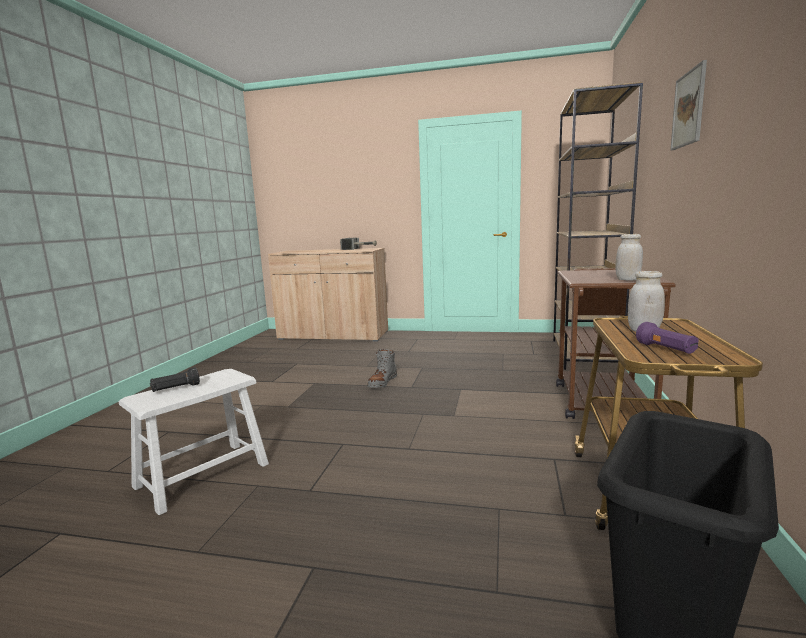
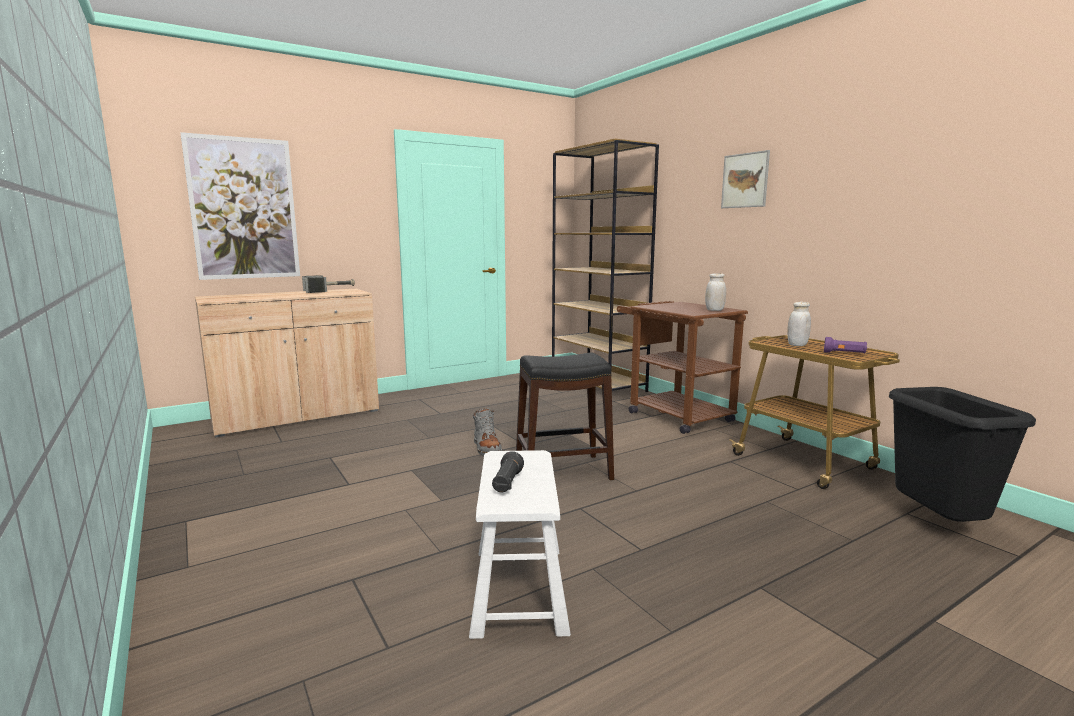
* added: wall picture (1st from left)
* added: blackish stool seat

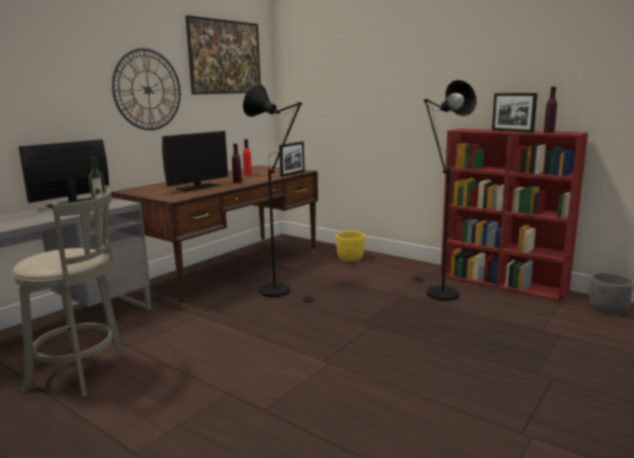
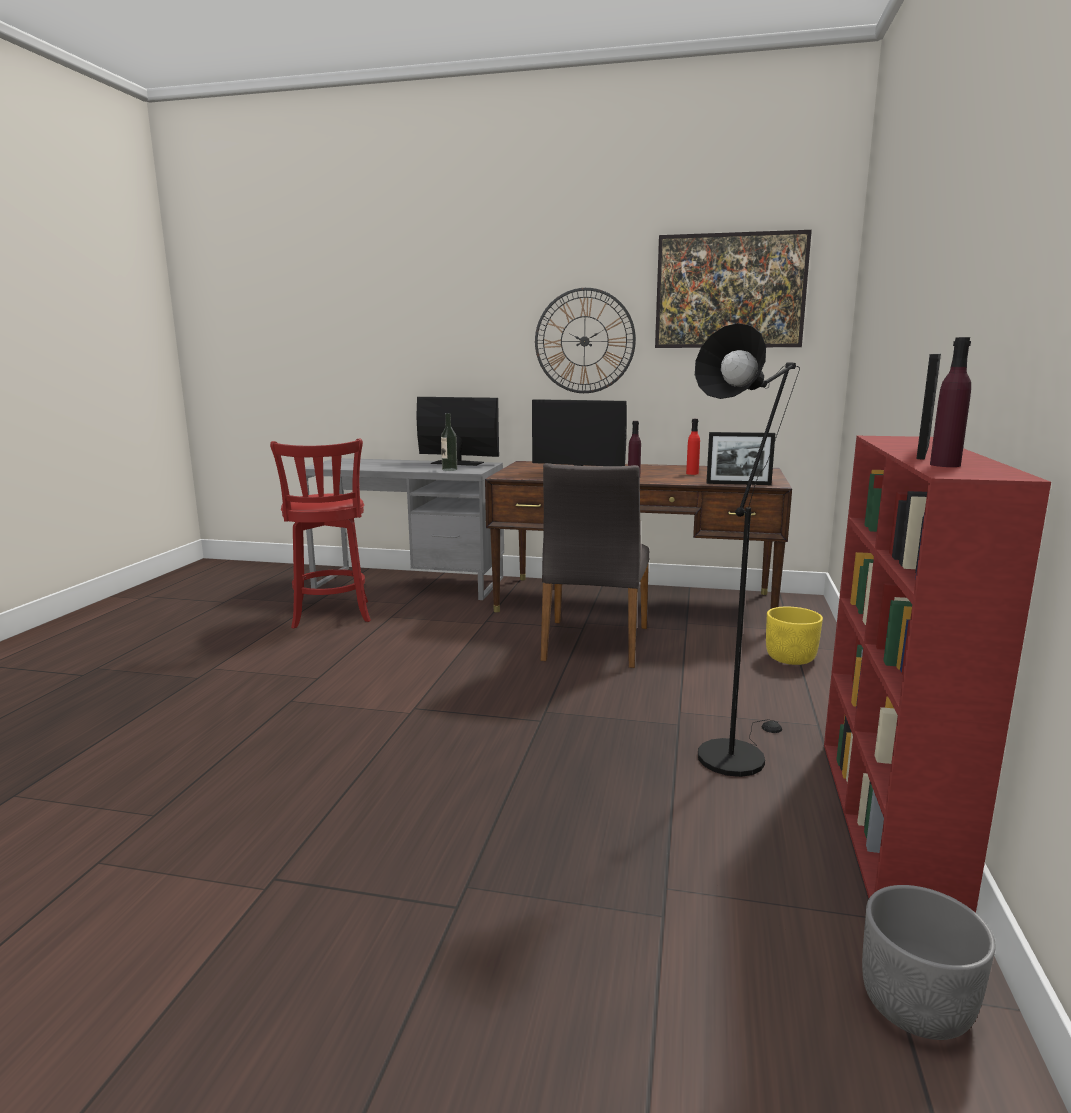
* replaced: blackish floor lamp (1st from left) to gray upright chair
* recoloured: gray stool seat to red-coloured stool seat

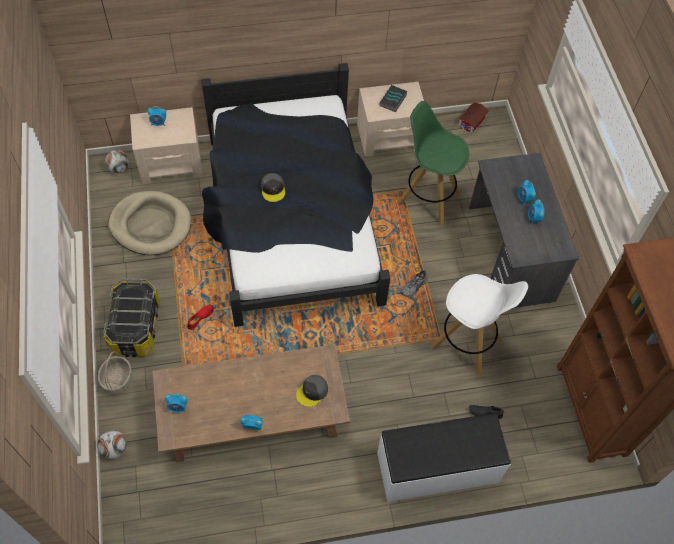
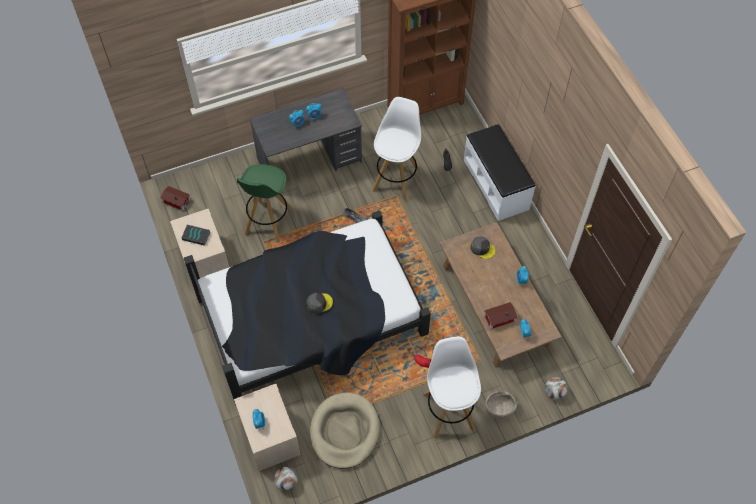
* added: model house (2nd from left)
* replaced: storage box to white stool seat (2nd from left)

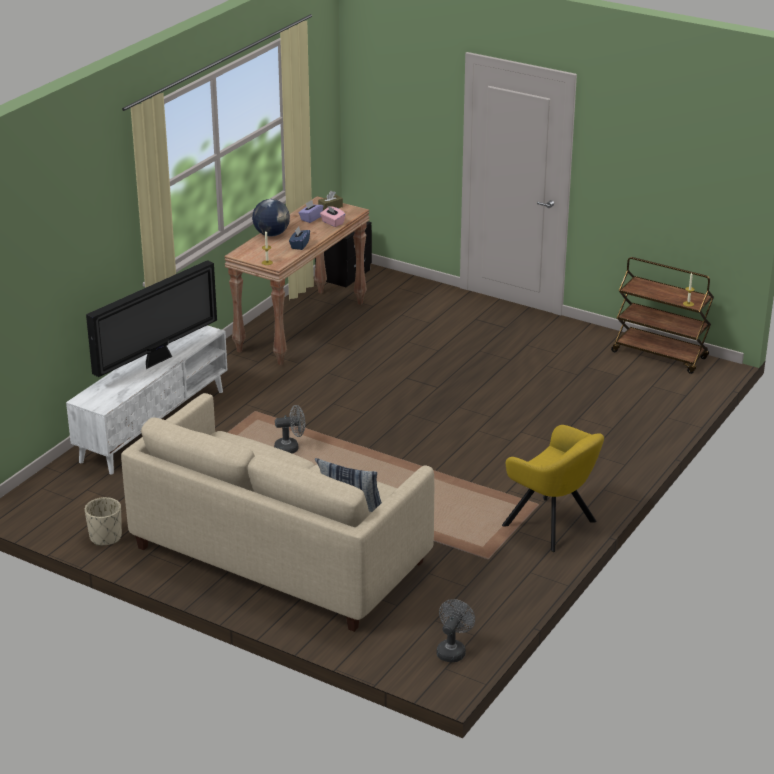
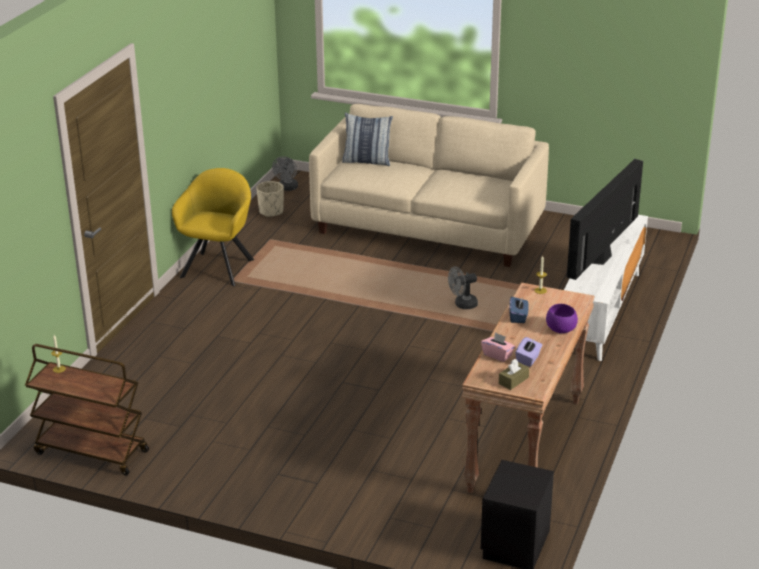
* moved: beige flower pot
* replaced: globe to purplish serving bowl
* turned: yellow-coloured armchair 75 degrees clockwise

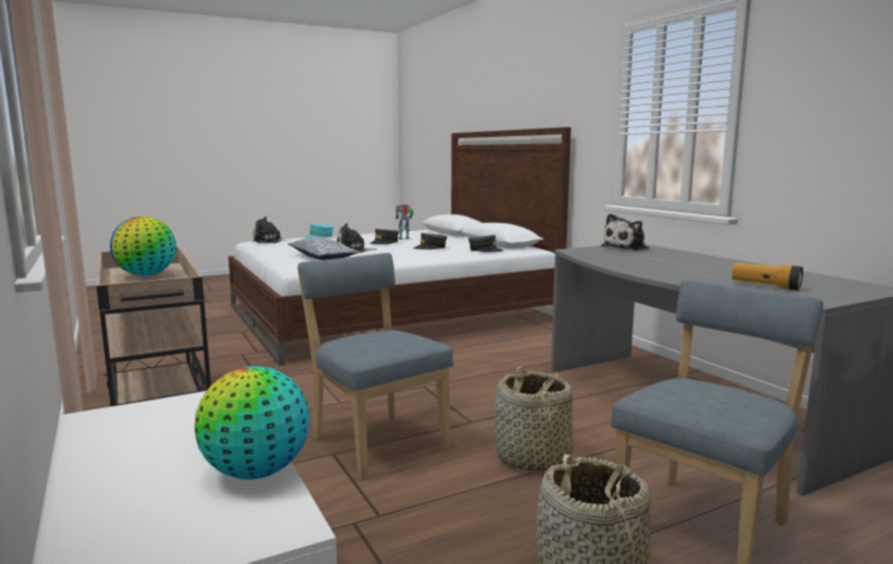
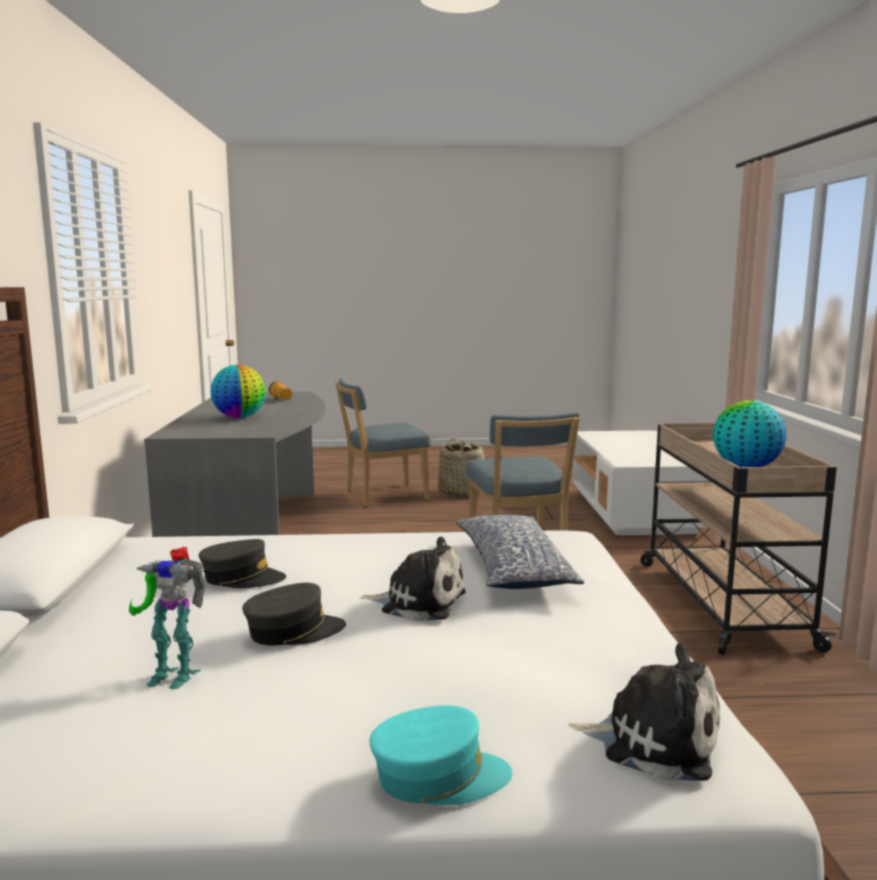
* removed: gray baseball cap (3rd from left)
* removed: household basket (1st from left)
* removed: soft toy (3rd from left)
* moved: globe (2nd from left in the first image) to globe (1st from left)

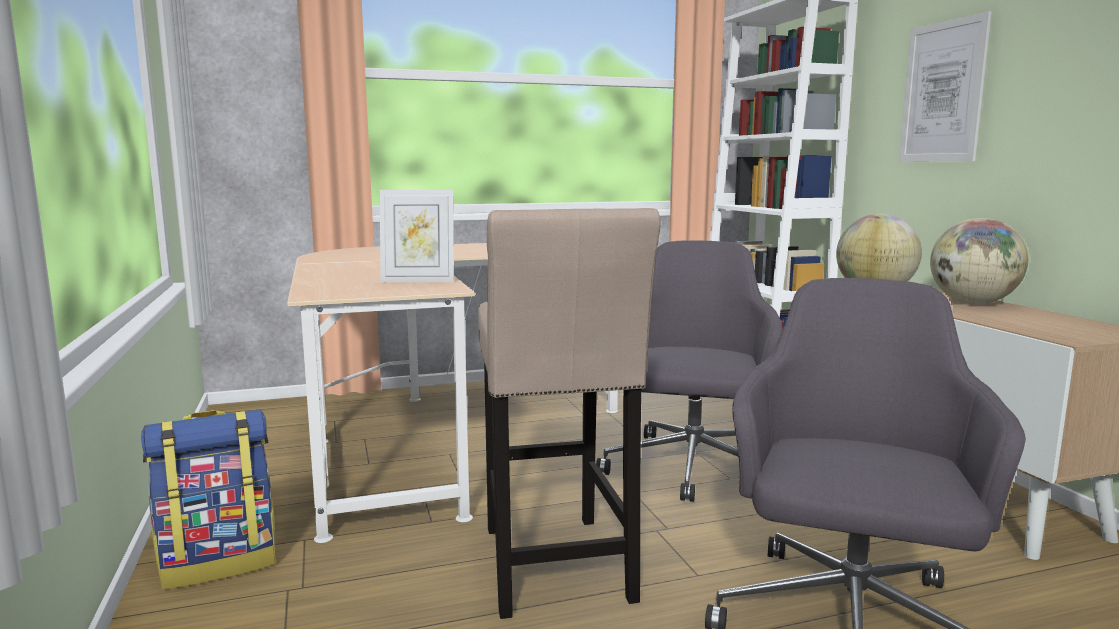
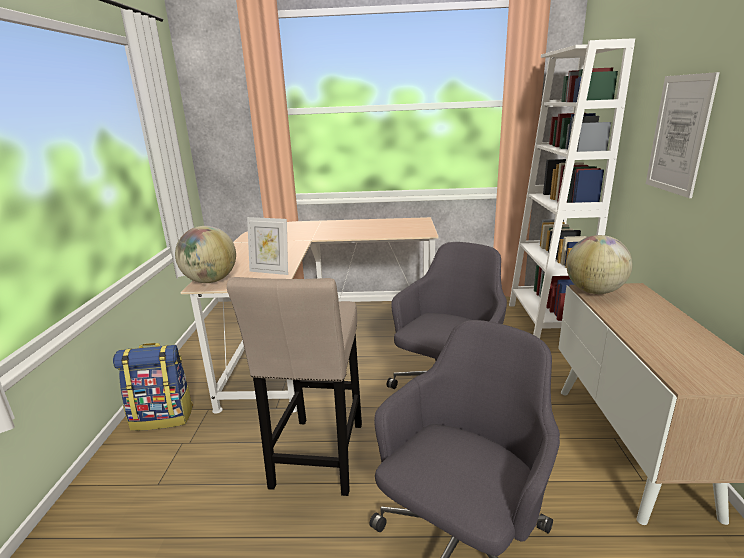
* moved: globe (2nd from left in the first image) to globe (1st from left)

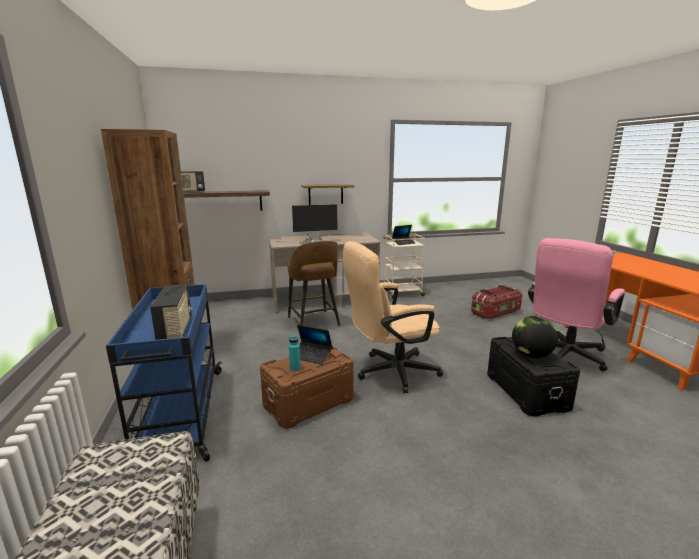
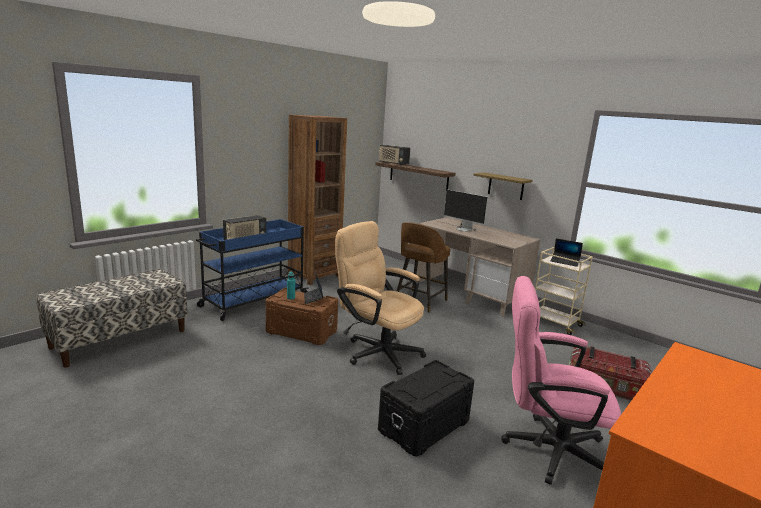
* removed: globe

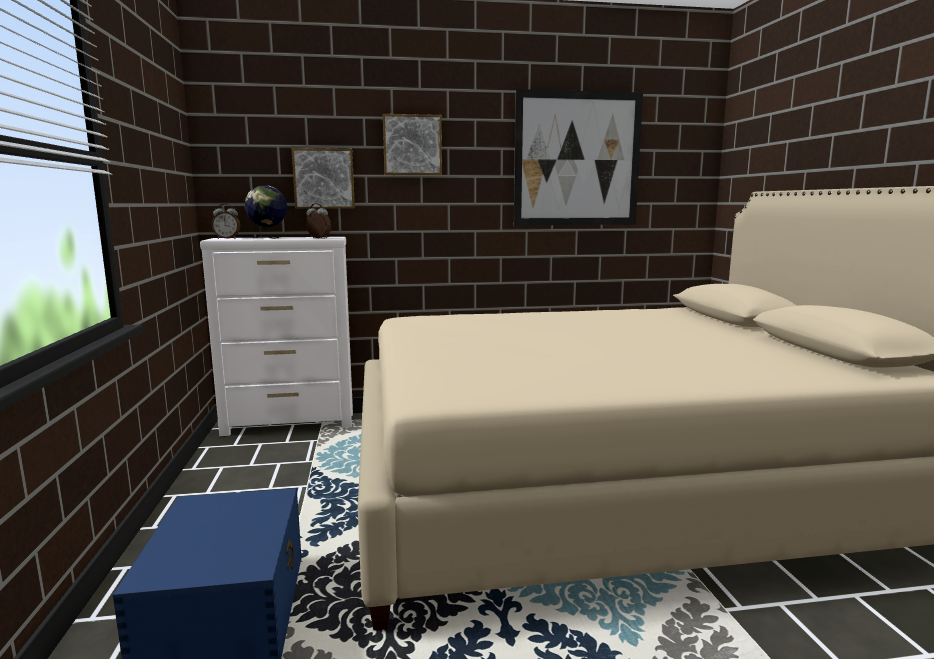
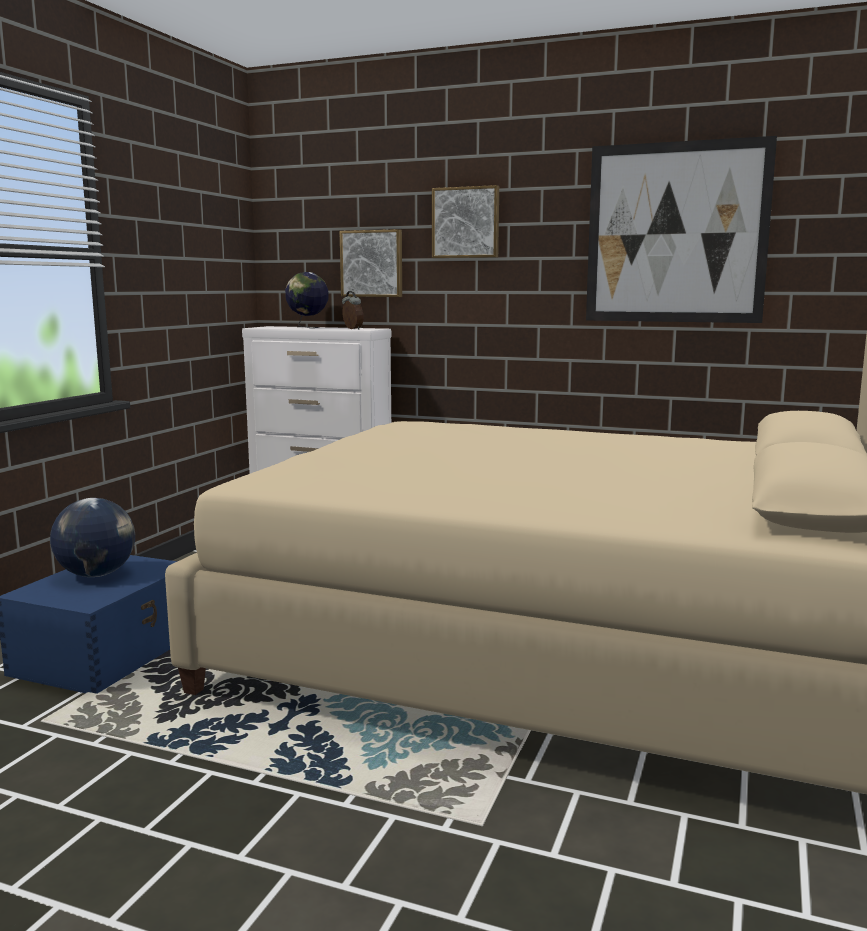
* removed: alarm clock (1st from left)
* added: globe (1st from left)

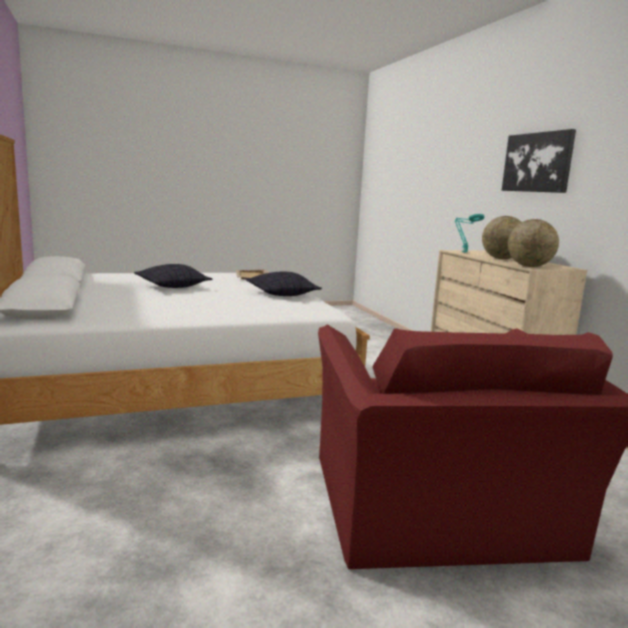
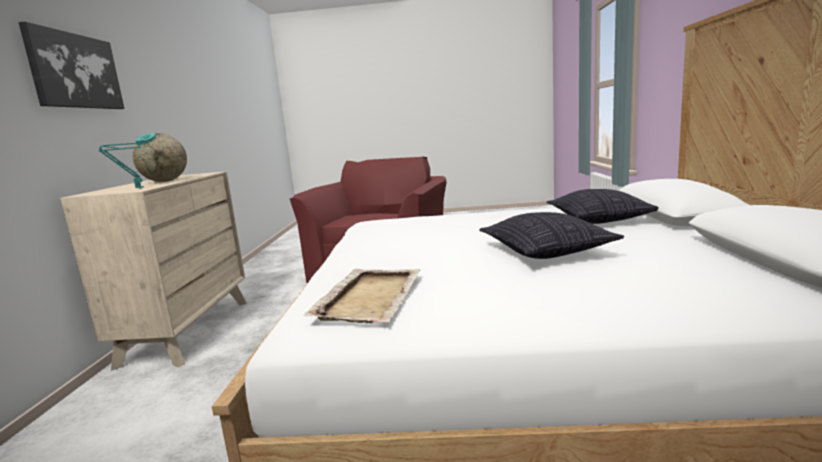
* removed: globe (2nd from left)
* moved: cushion (2nd from left)

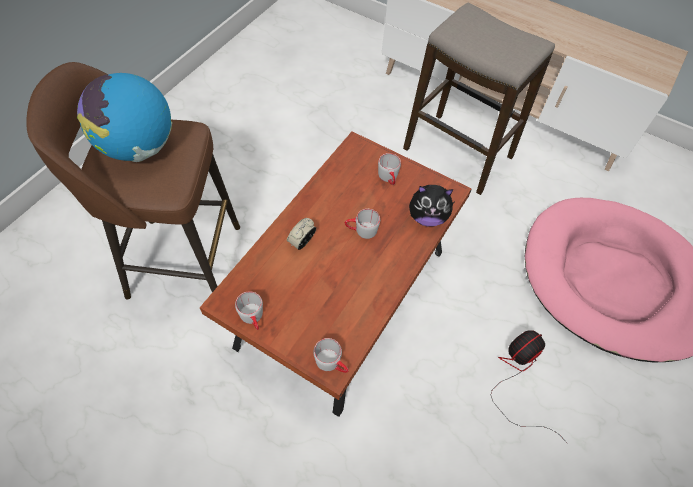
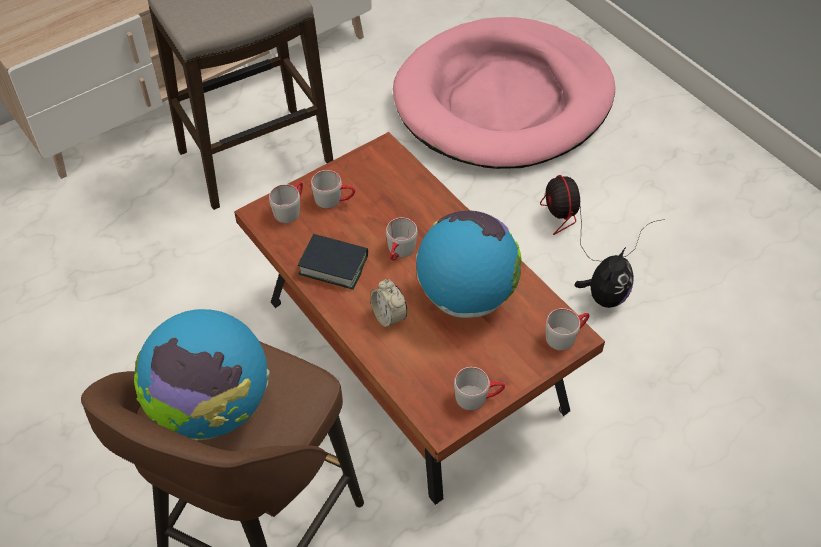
* added: gray tea mug (1st from left)
* added: book
* added: globe (2nd from left)
* moved: soft toy

